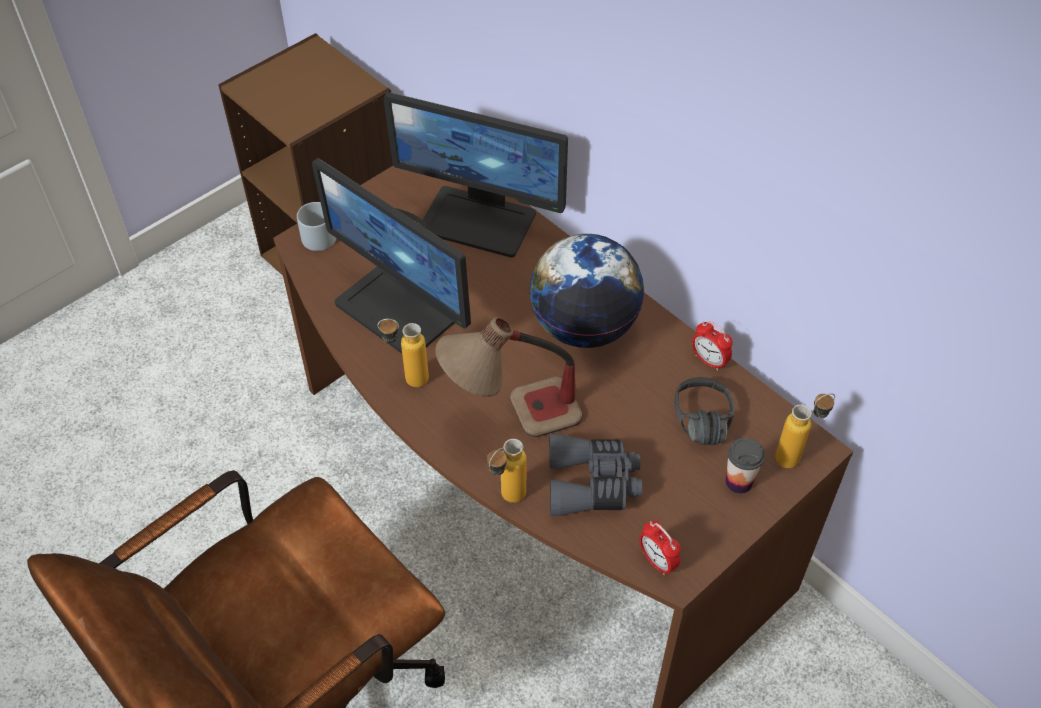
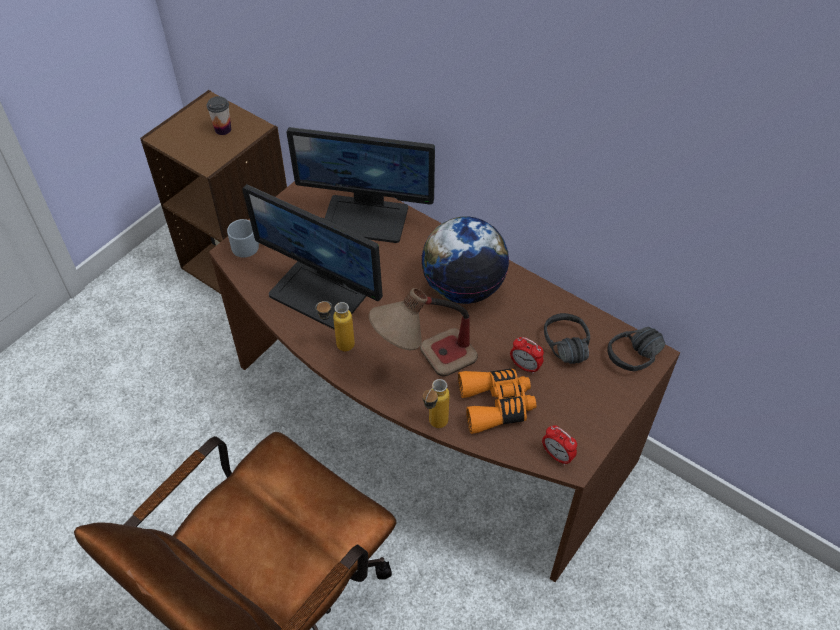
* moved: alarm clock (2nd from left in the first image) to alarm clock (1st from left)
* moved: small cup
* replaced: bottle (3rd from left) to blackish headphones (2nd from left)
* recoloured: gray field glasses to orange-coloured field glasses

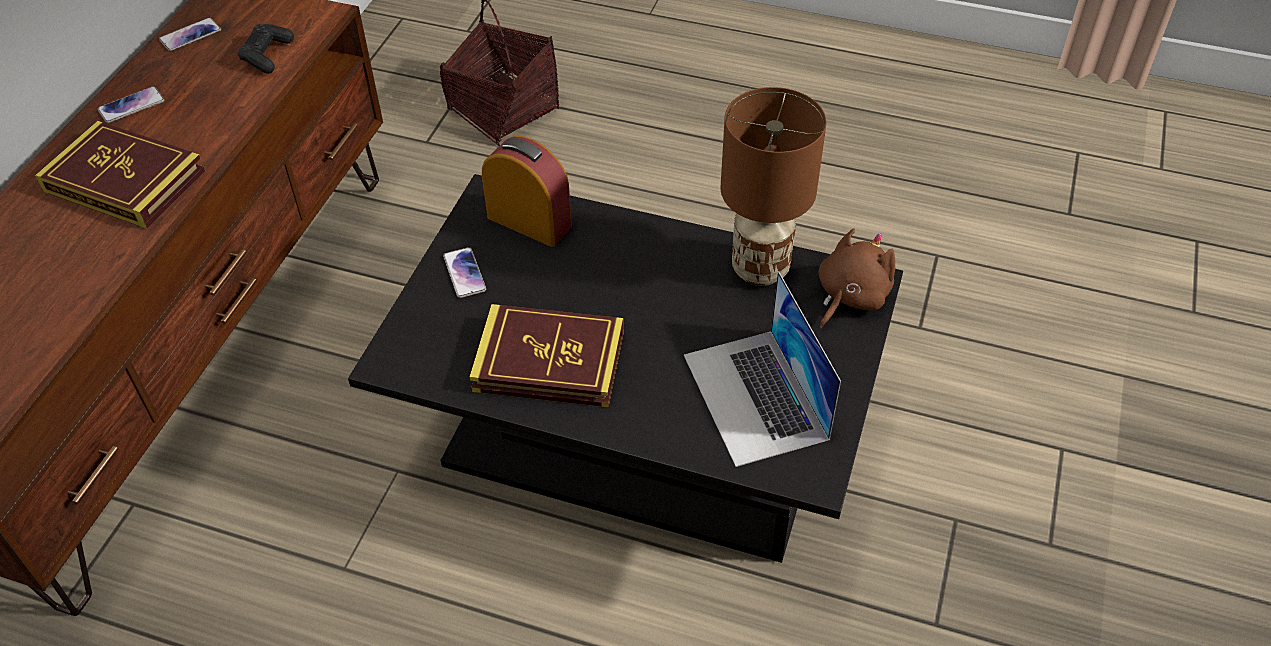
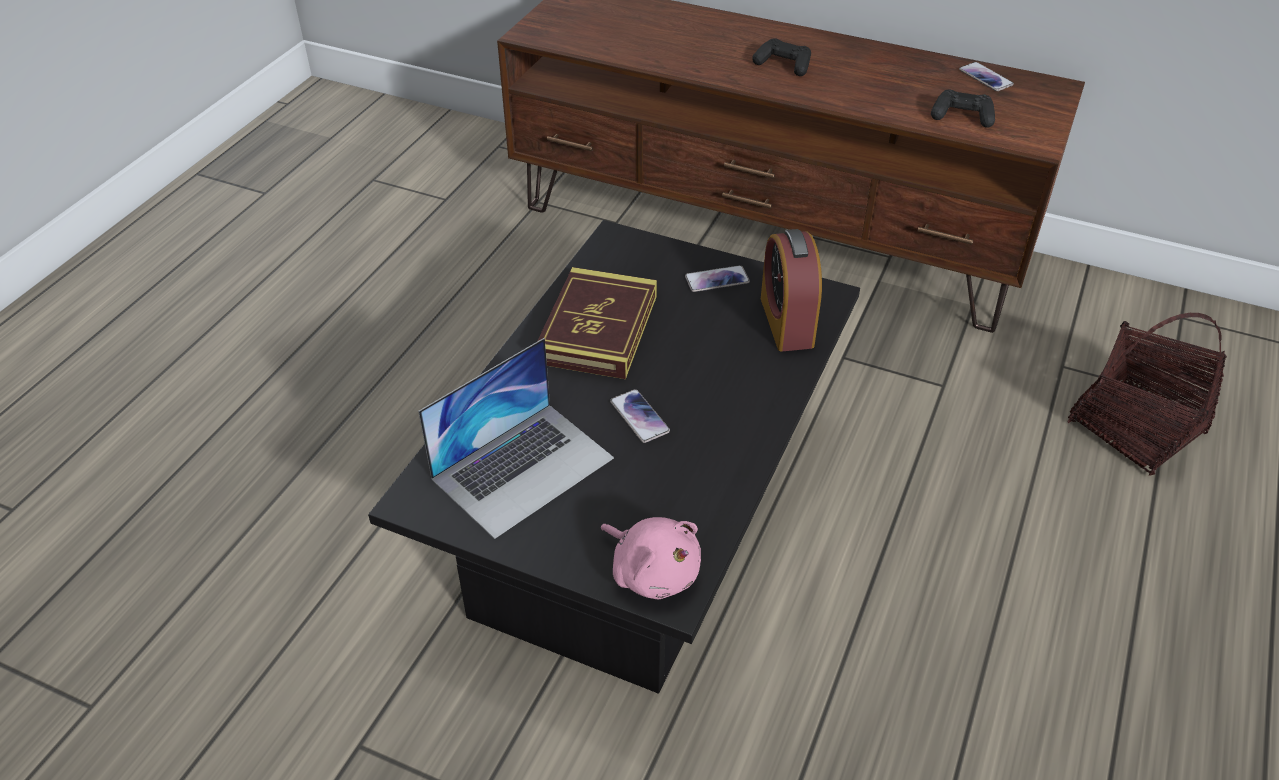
* removed: brownish table lamp
* moved: phone (1st from left)
* replaced: book (1st from left) to blackish gamepad (1st from left)
* recoloured: brownish soft toy to pink soft toy
* turned: alarm clock 135 degrees clockwise
* turned: laptop 150 degrees clockwise

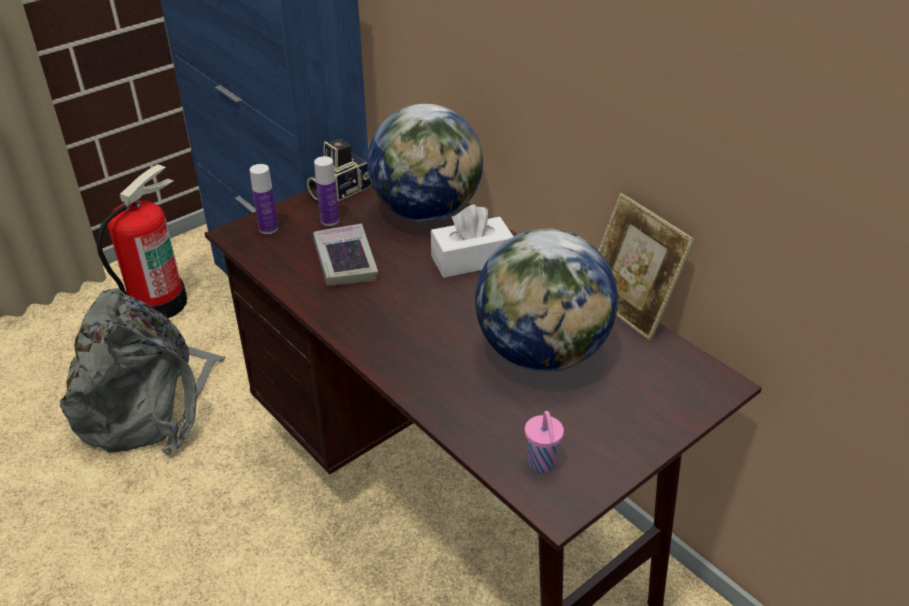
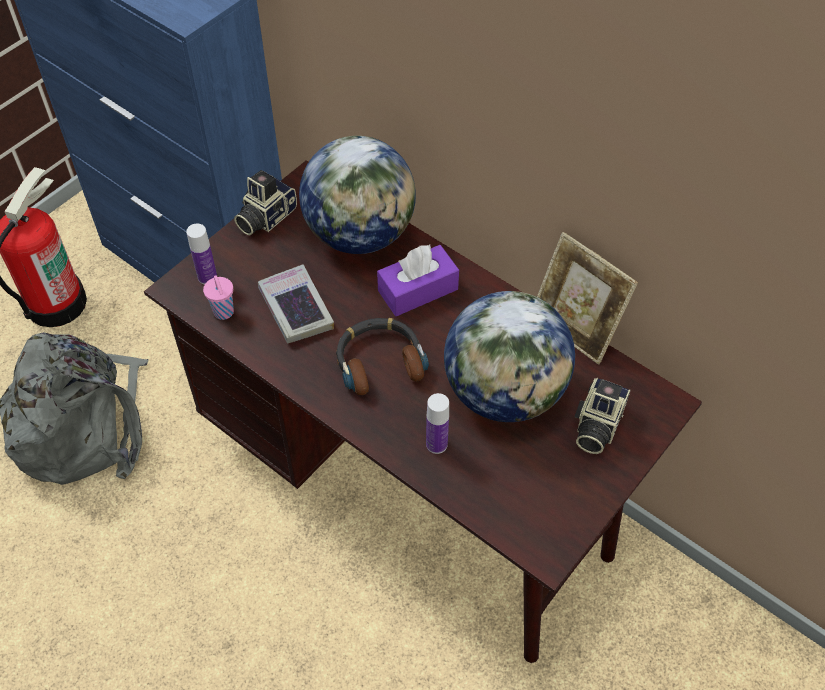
* added: headphones
* added: photo camera (2nd from left)
* moved: bottle (2nd from left)
* moved: pink small cup
* recoloured: white box of tissues to purplish box of tissues

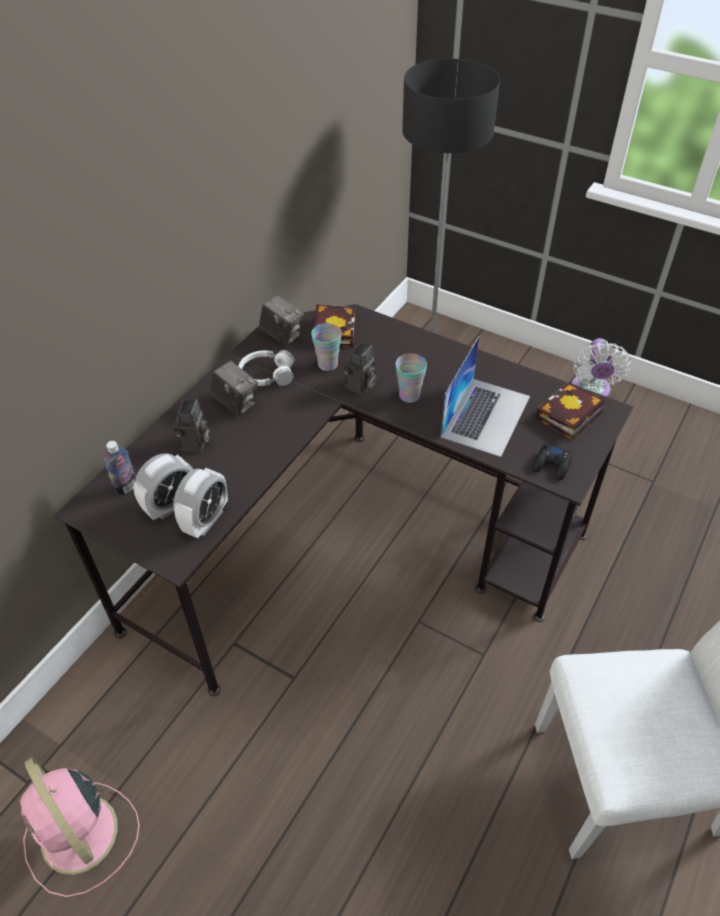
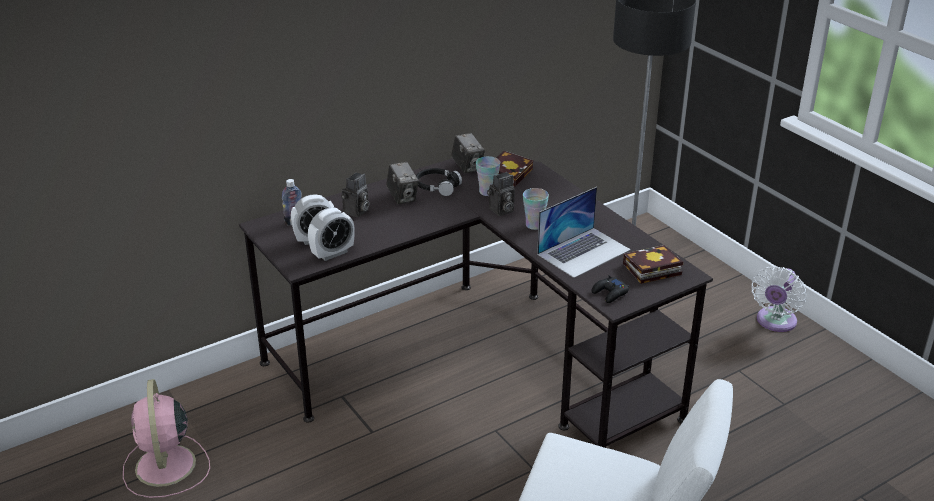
* recoloured: white headphones to blackish headphones

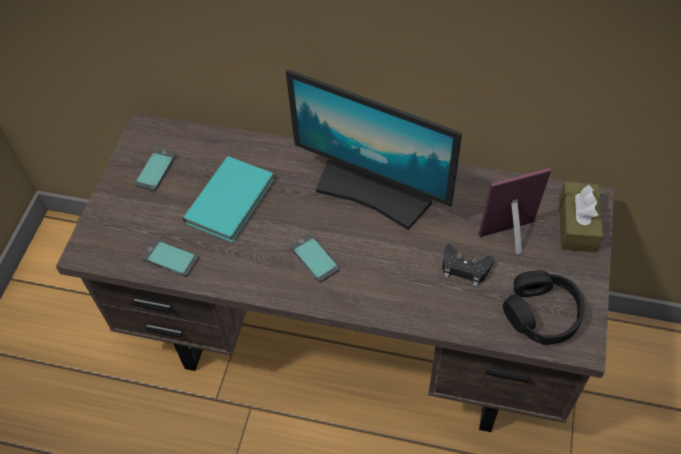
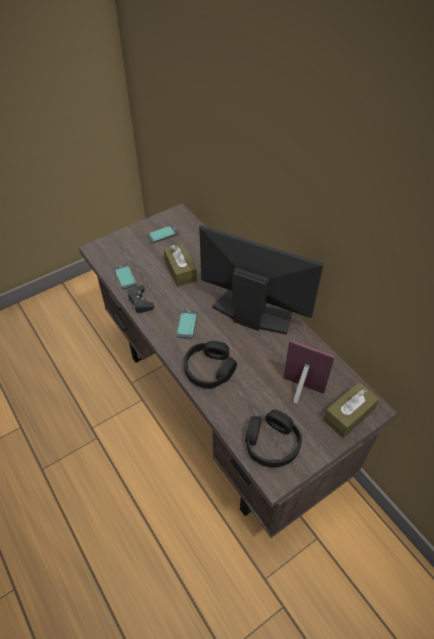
* added: blackish headphones (1st from left)
* moved: blackish gamepad
* replaced: turquoise book to brownish box of tissues (1st from left)
* turned: computer screen 135 degrees clockwise

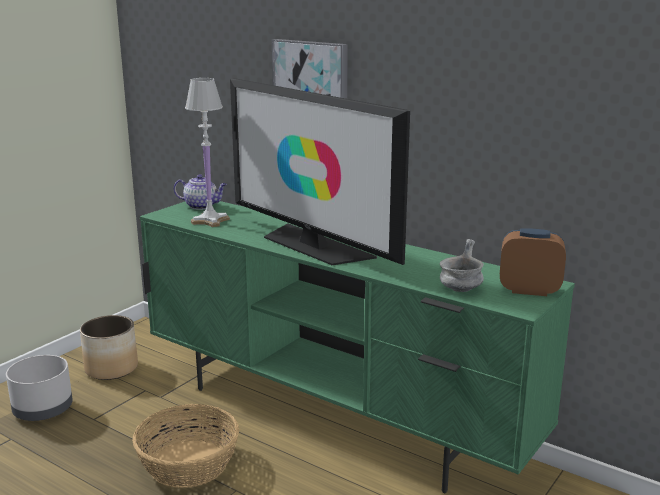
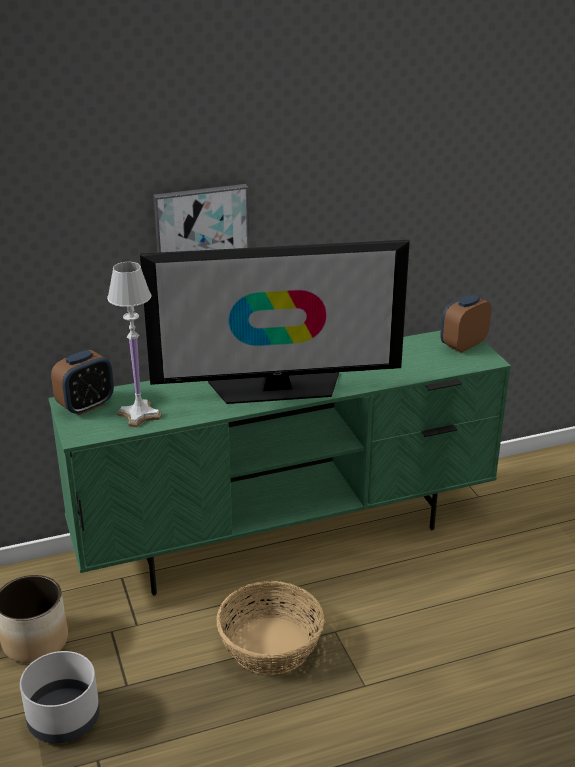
* removed: gray serving bowl
* replaced: pot for tea to alarm clock (1st from left)

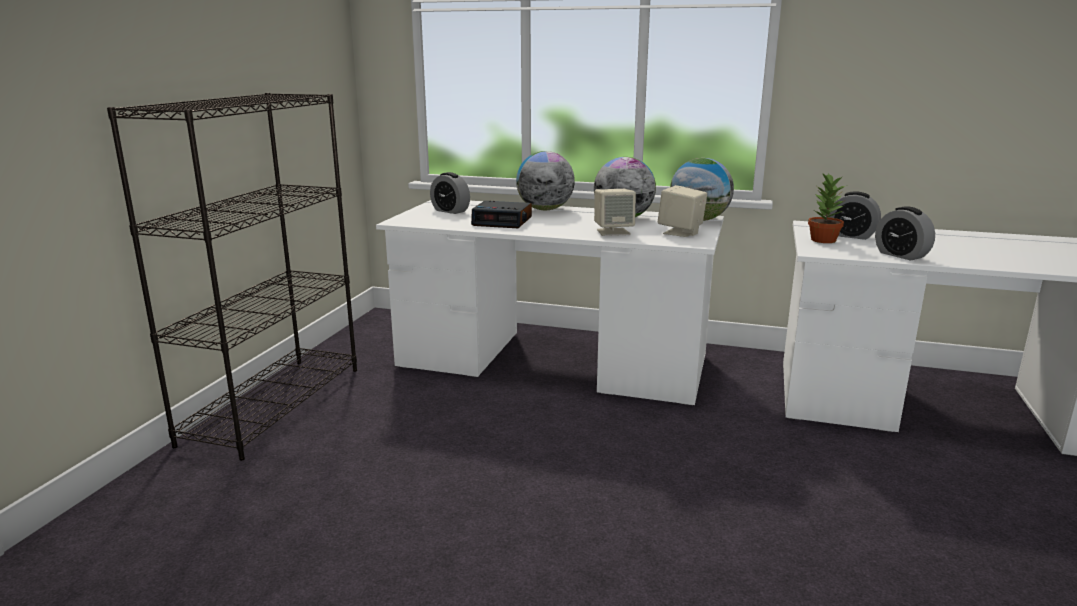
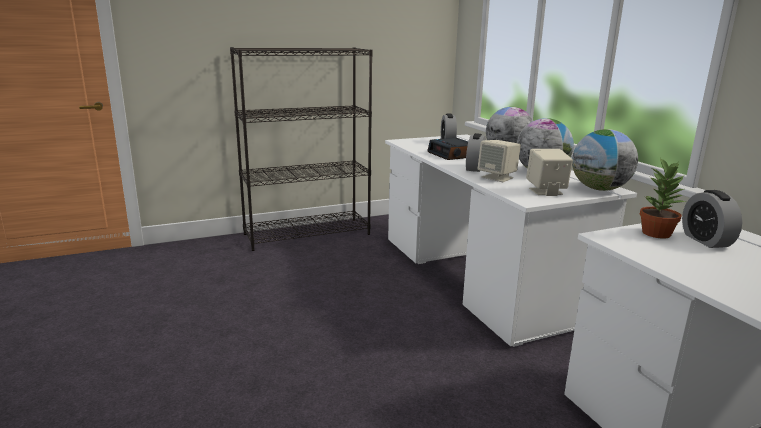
* moved: alarm clock (4th from left in the first image) to alarm clock (3rd from left)

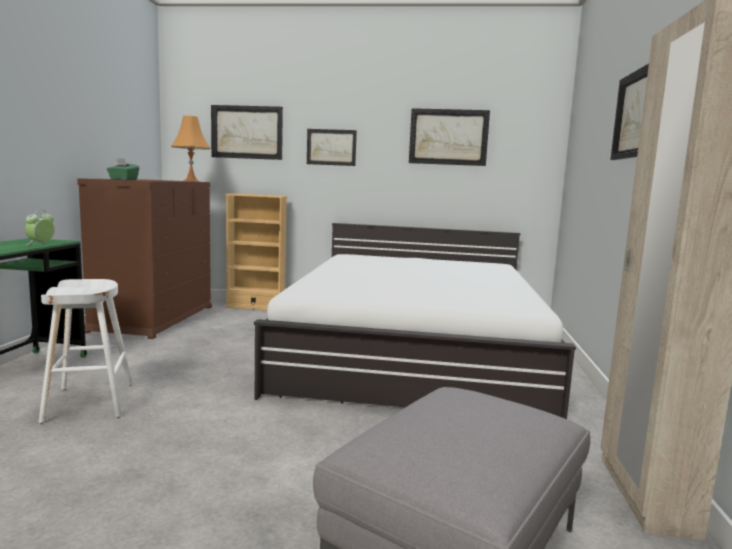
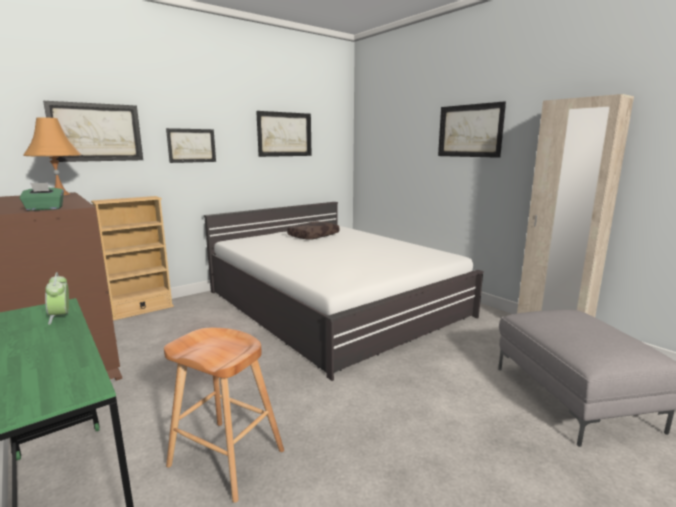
* added: brownish cushion
* recoloured: white stool seat to brownish stool seat

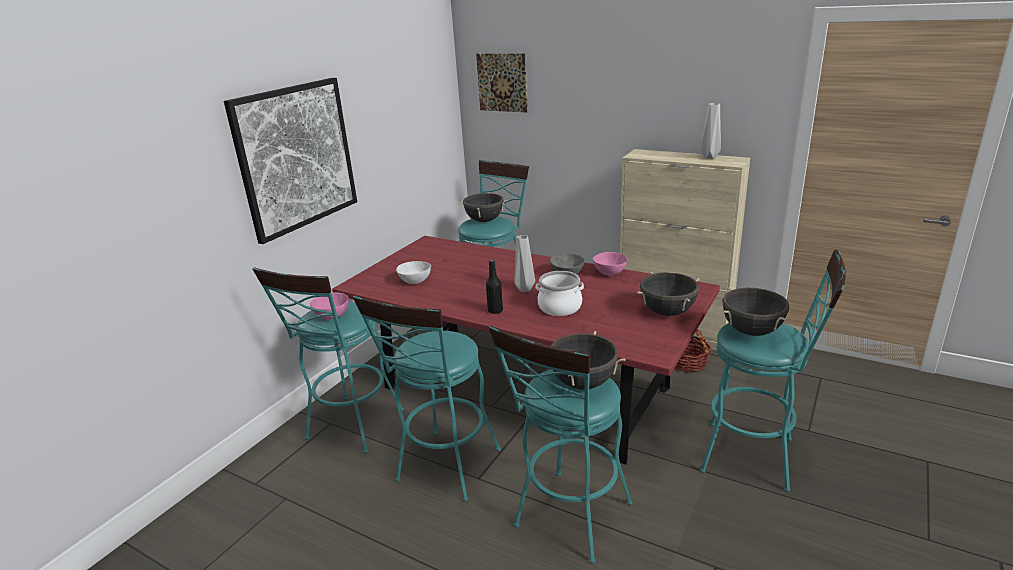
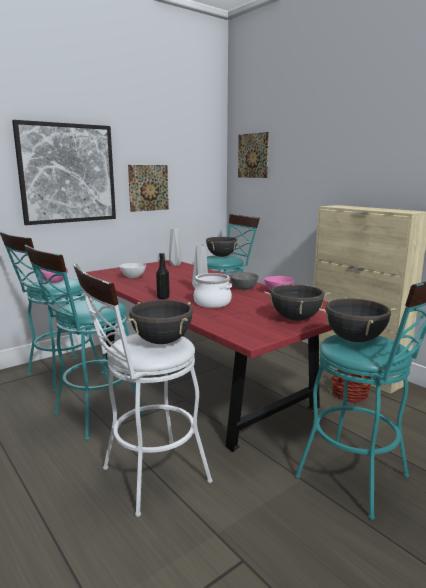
* added: wall picture (2nd from left)
* moved: gray decorative vase (2nd from left in the first image) to gray decorative vase (1st from left)
* recoloured: turquoise stool seat (4th from left) to white stool seat

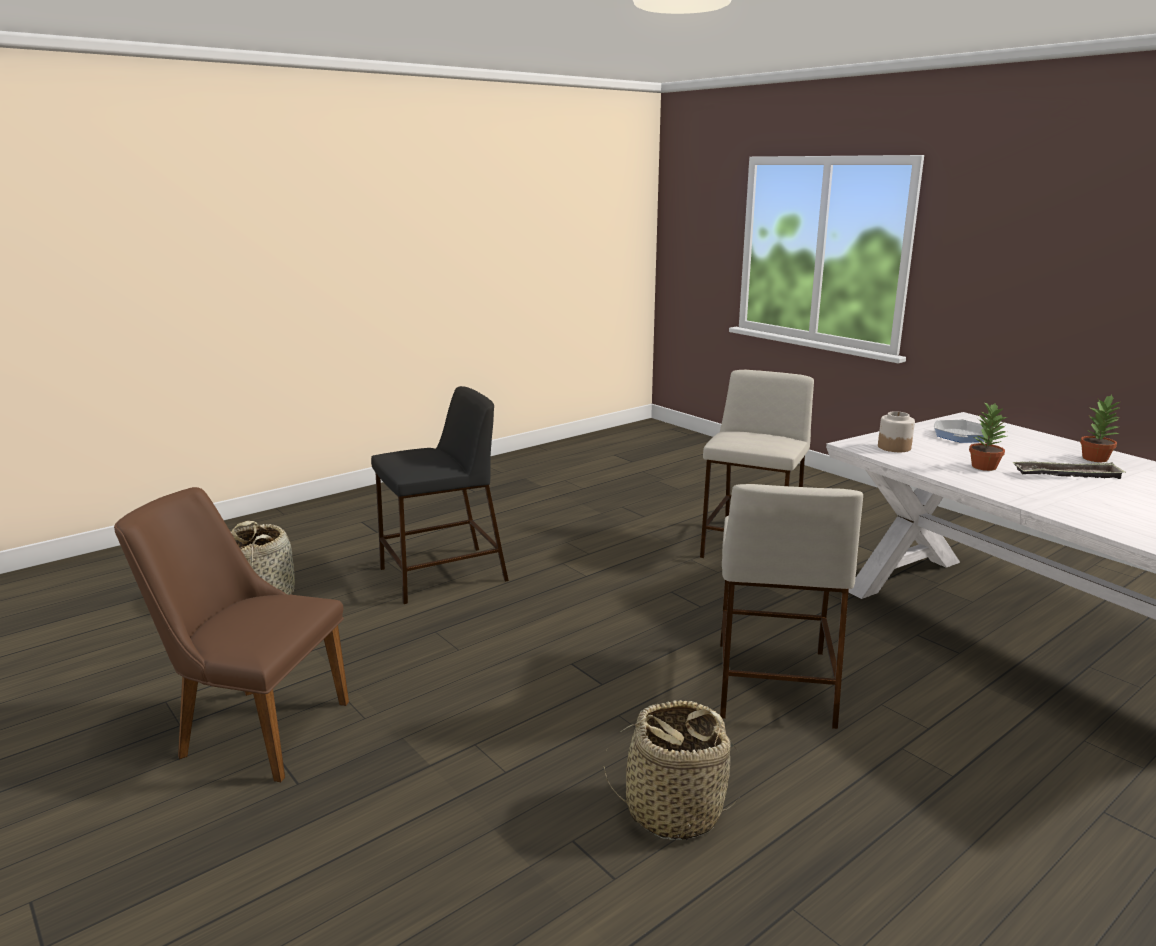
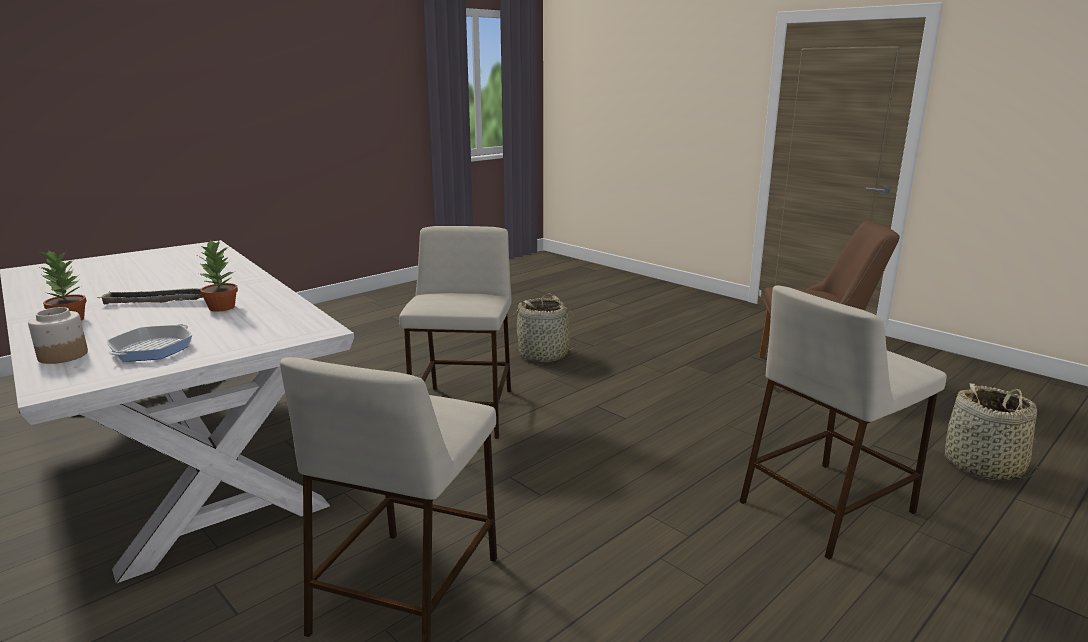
* moved: jar
* recoloured: blackish stool seat to beige stool seat (3rd from left)

